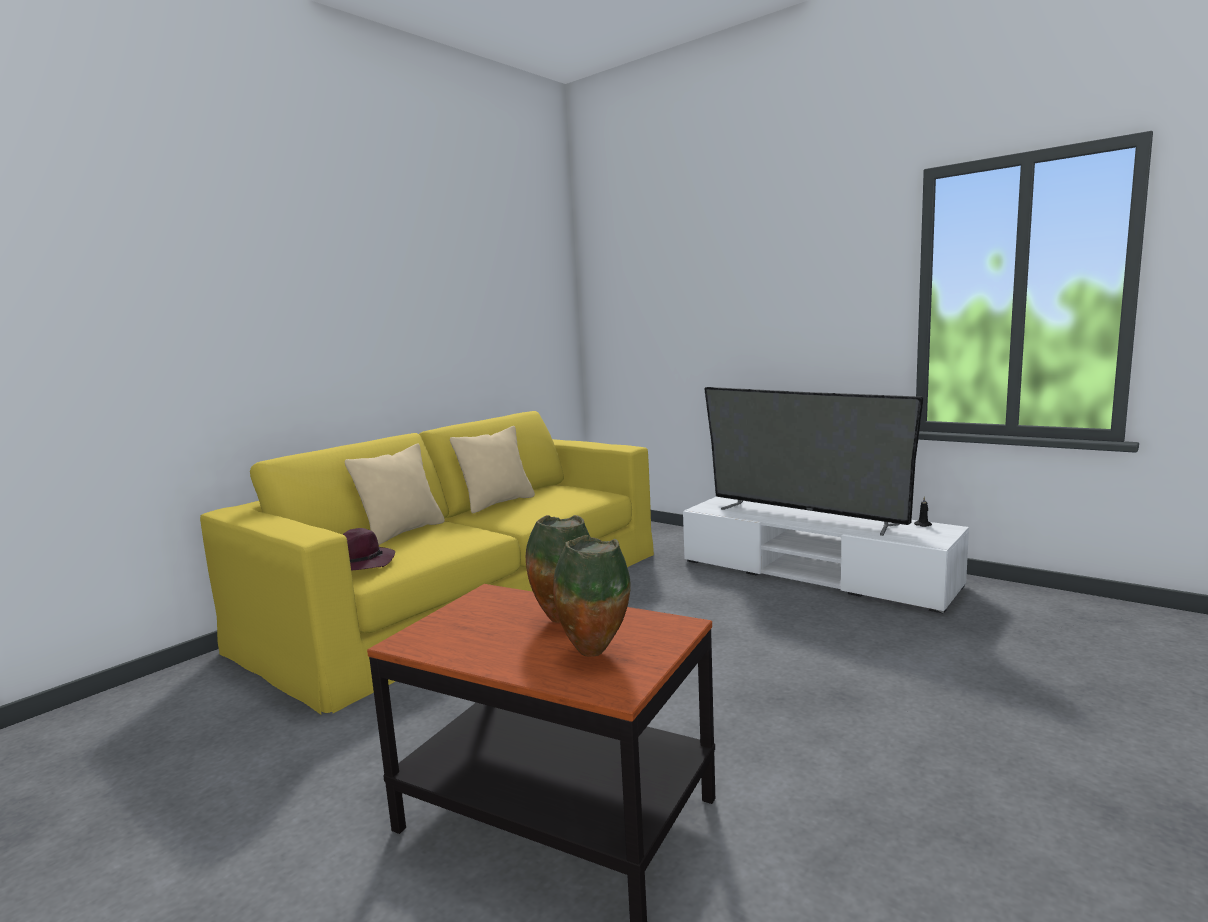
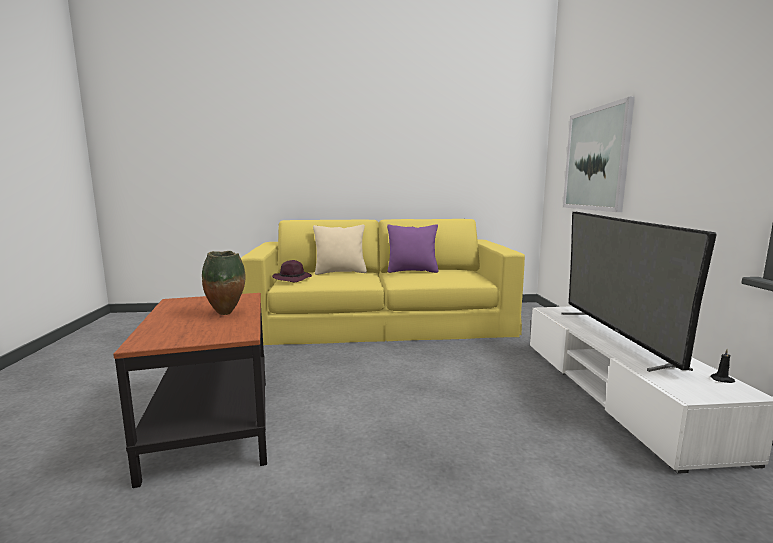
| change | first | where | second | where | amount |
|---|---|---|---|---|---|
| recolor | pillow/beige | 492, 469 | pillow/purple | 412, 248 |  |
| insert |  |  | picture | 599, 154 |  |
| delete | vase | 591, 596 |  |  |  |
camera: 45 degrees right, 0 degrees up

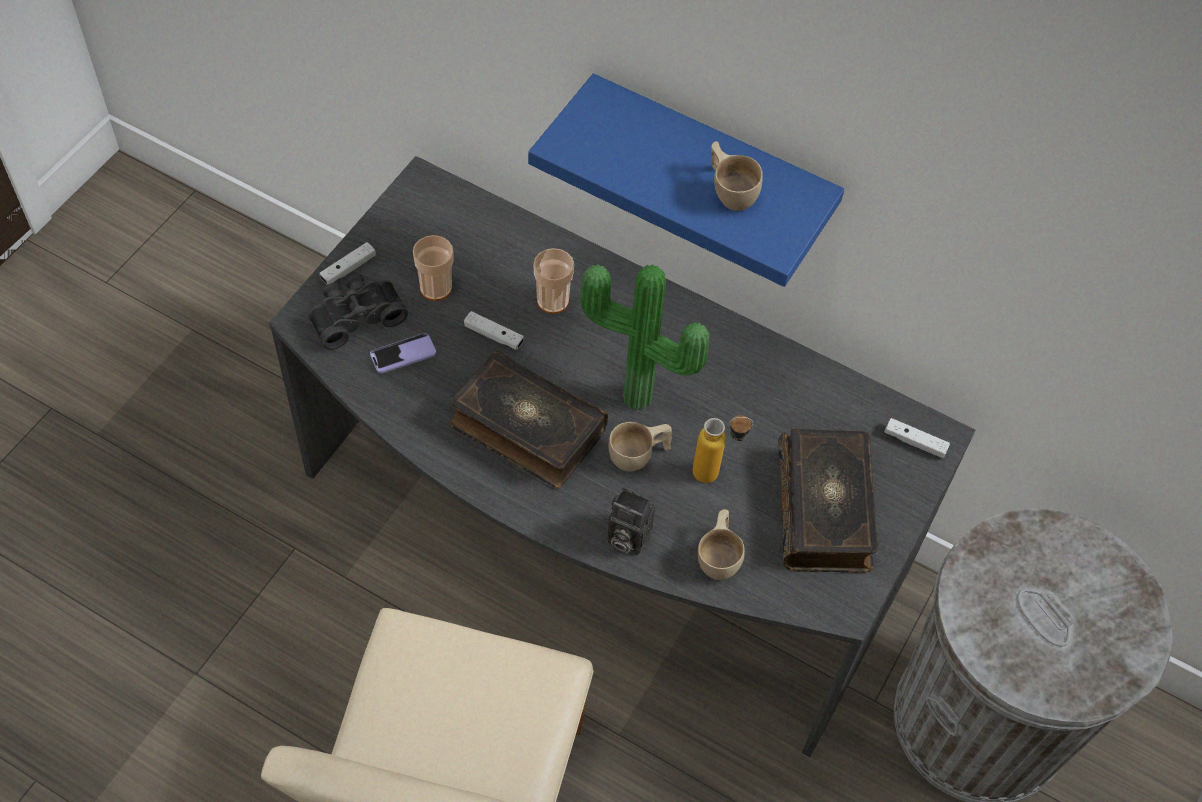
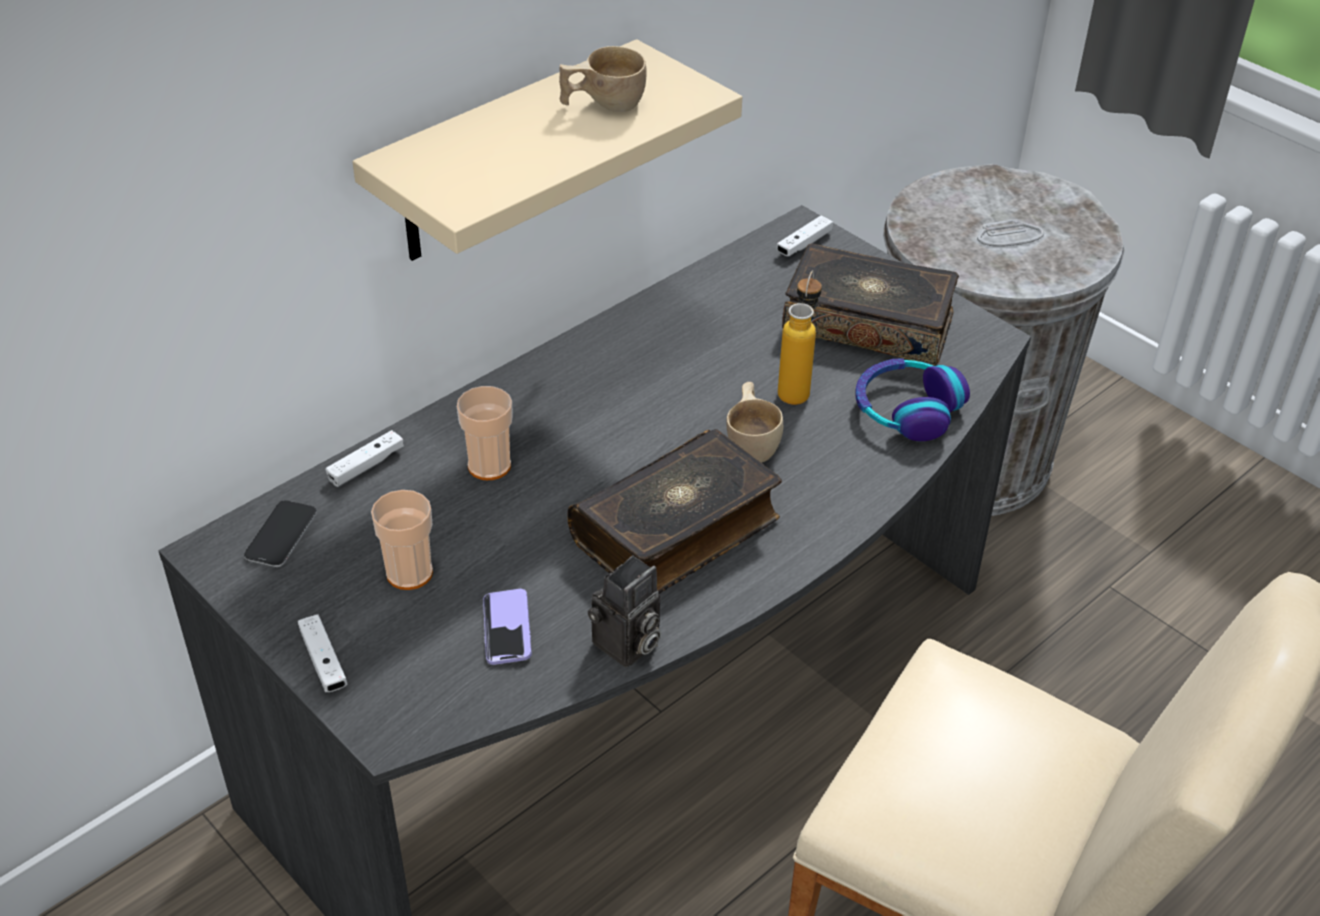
| change | first | where | second | where | amount |
|---|---|---|---|---|---|
| insert |  |  | phone | 280, 533 |  |
| move | game controller/white | 494, 330 |  | 365, 458 |  |
| recolor | shelf/blue | 686, 180 | shelf/beige | 547, 150 |  |
| move | photo camera | 631, 521 |  | 624, 611 |  |
| replace | cup/beige | 721, 544 | headphones | 912, 400 |  |
| delete | binoculars/black | 358, 312 |  |  |  |
| delete | potted plant | 644, 337 |  |  |  |
camera: 70 degrees left, 15 degrees down

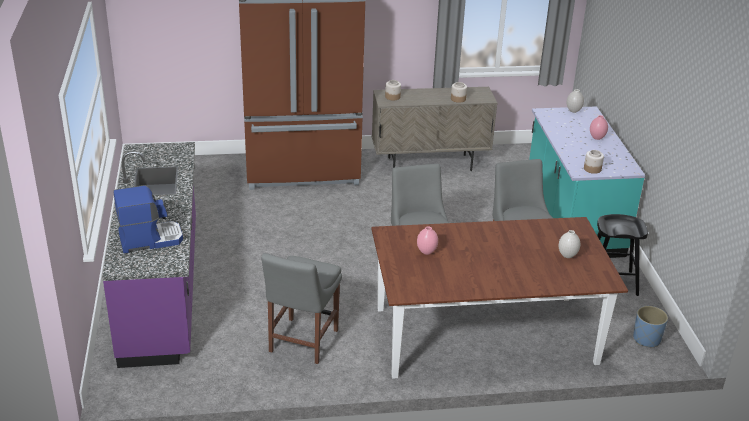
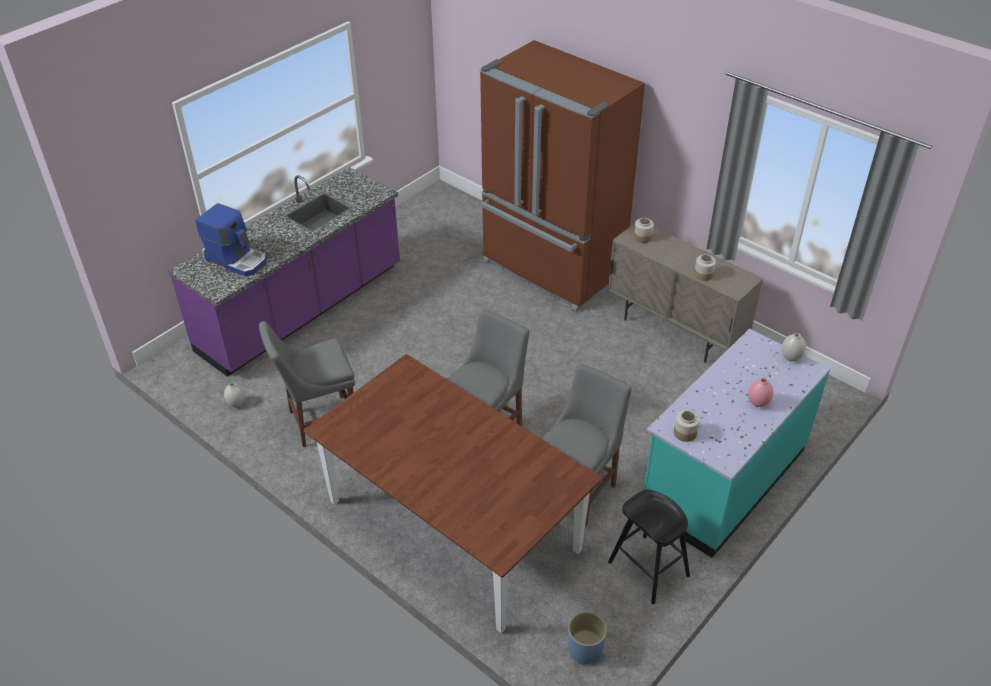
| change | first | where | second | where | amount |
|---|---|---|---|---|---|
| move | vase/white | 569, 244 |  | 234, 394 |  |
| delete | vase/pink | 427, 240 |  |  |  |
camera: 50 degrees right, 10 degrees up

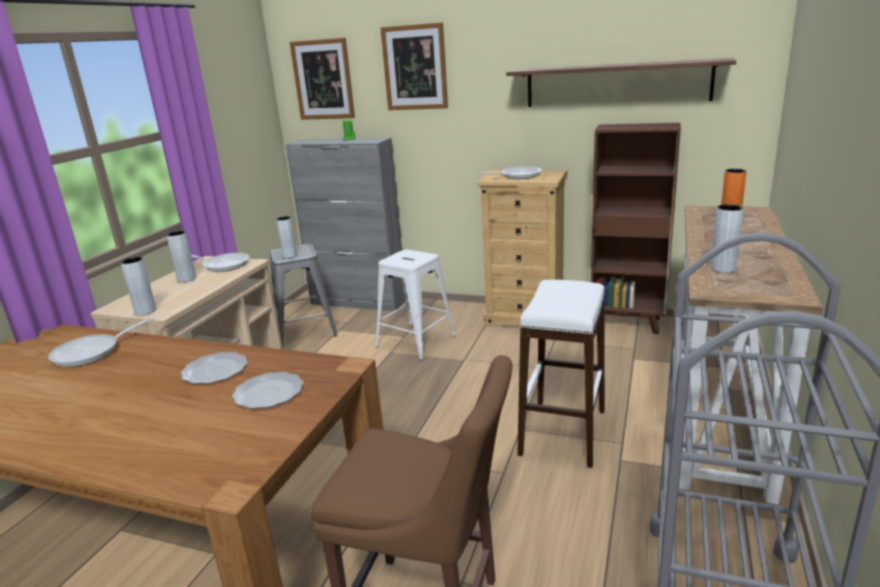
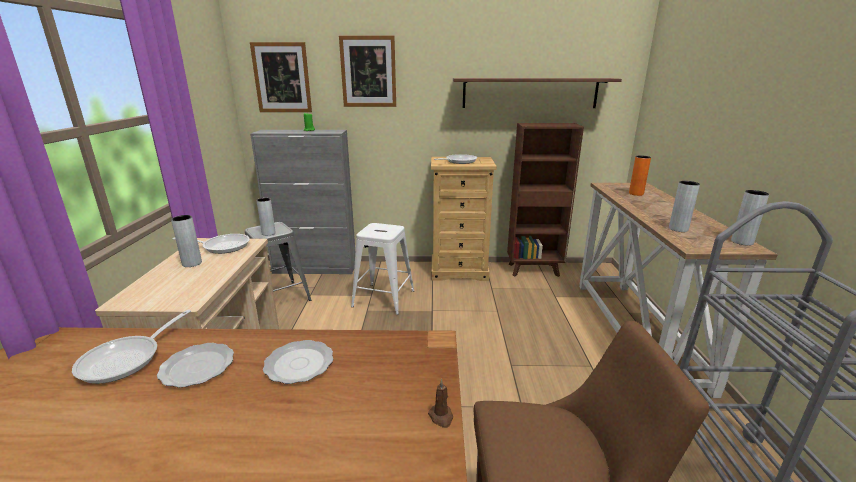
| change | first | where | second | where | amount |
|---|---|---|---|---|---|
| move | plate | 267, 390 |  | 195, 365 |  |
| insert |  |  | candle/brown | 440, 403 |  |
| move | vase/grey | 138, 286 |  | 750, 218 |  |
| delete | stool/white | 561, 374 |  |  |  |
camera: 20 degrees left, 0 degrees up

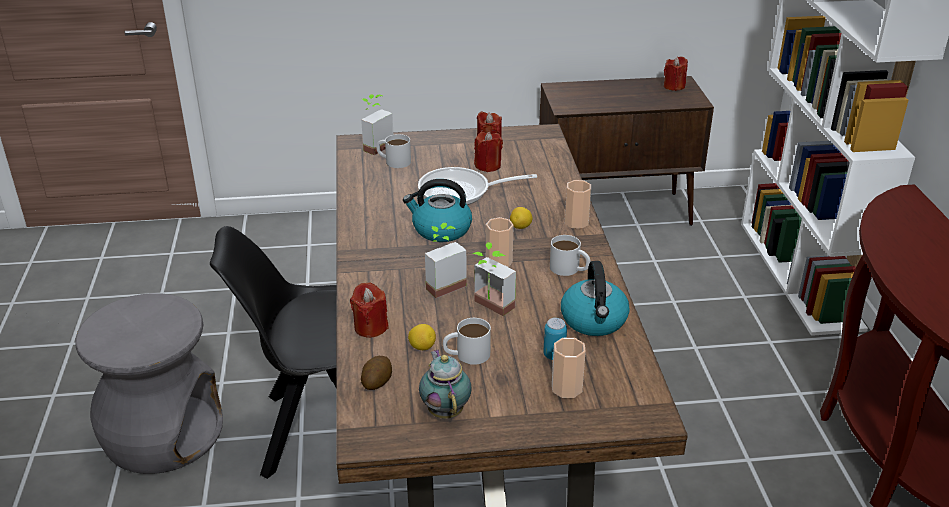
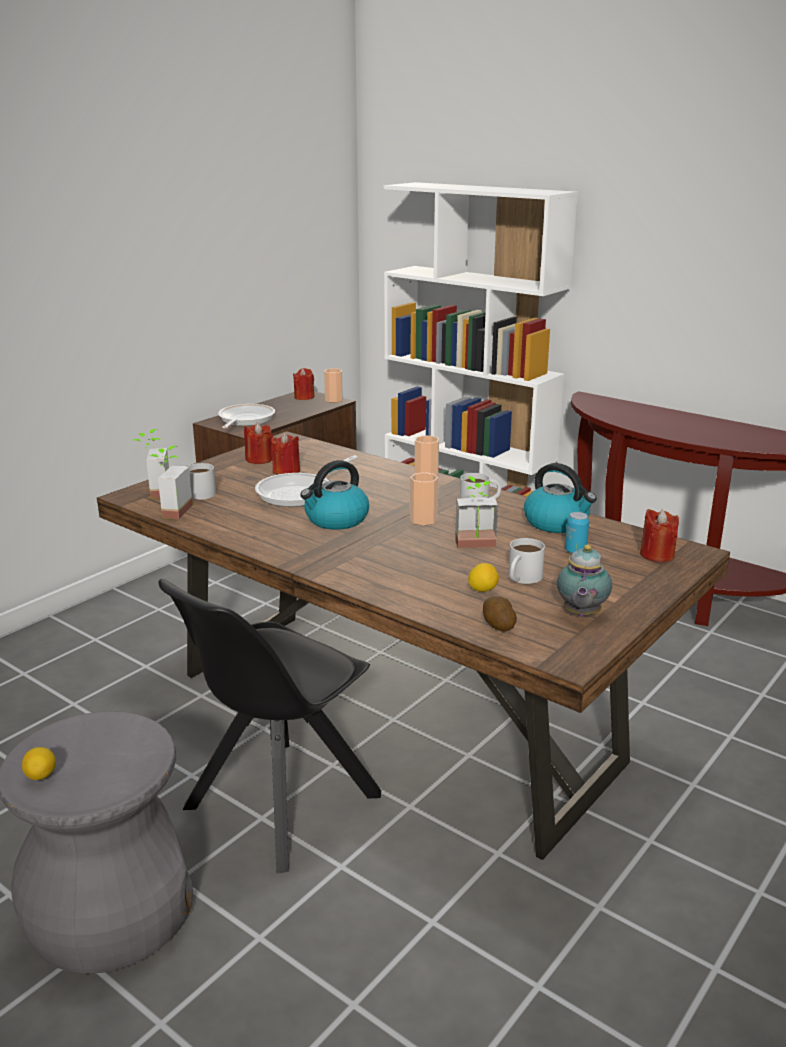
| change | first | where | second | where | amount |
|---|---|---|---|---|---|
| move | lemon | 521, 218 |  | 39, 763 |  |
| move | potted plant | 446, 260 |  | 171, 482 |  |
| insert |  |  | frying pan | 246, 416 |  |
| move | cup | 569, 368 |  | 333, 386 |  |
| rotate | teapot | 445, 383 |  | 584, 581 | 105 degrees counterclockwise |
| move | candle/red | 369, 310 |  | 659, 535 |  |
camera: 45 degrees left, 10 degrees down

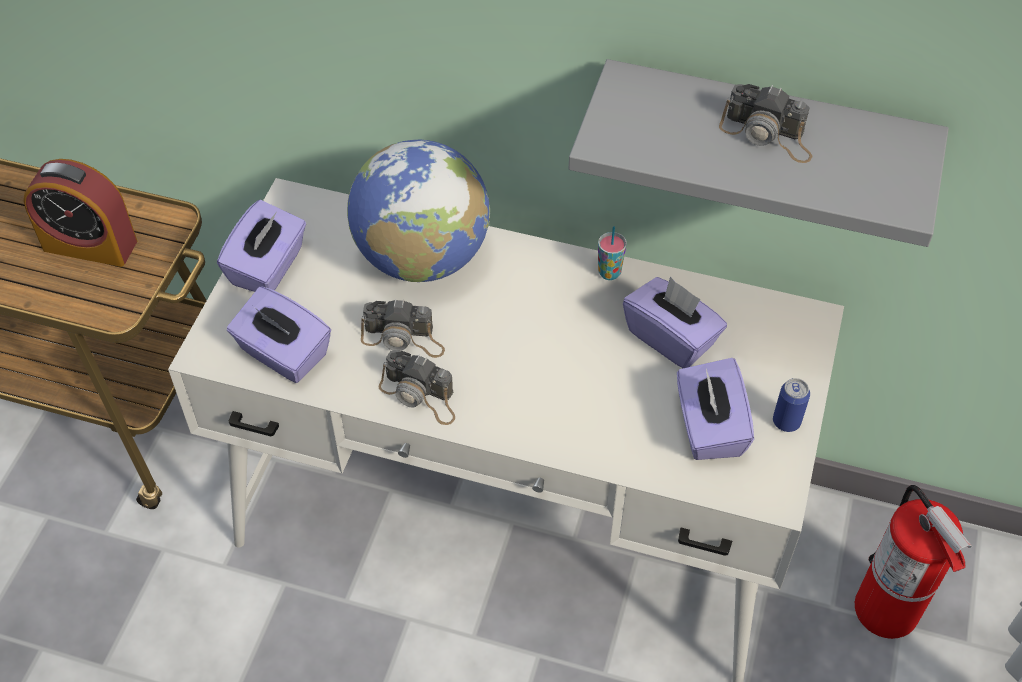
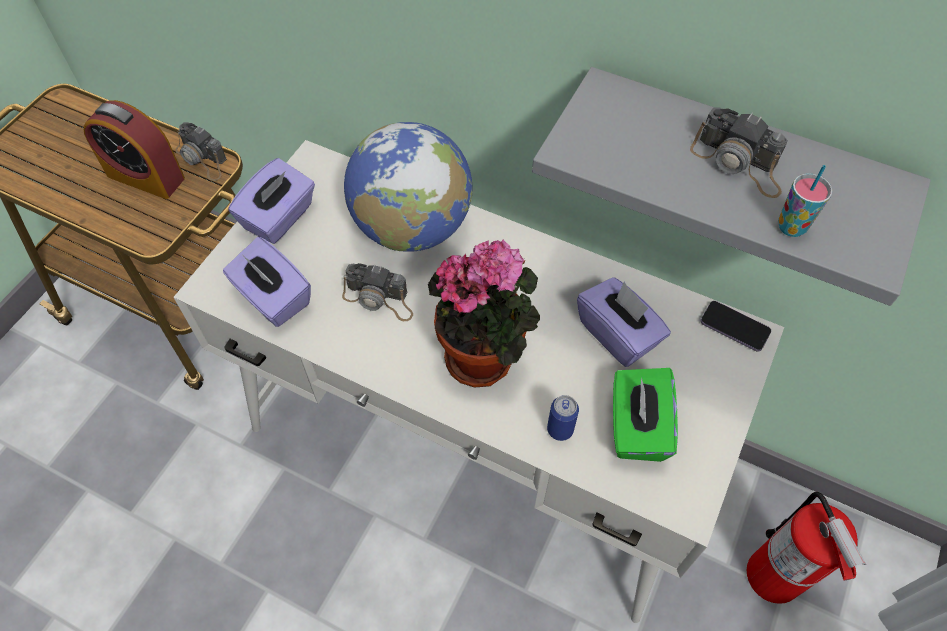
| change | first | where | second | where | amount |
|---|---|---|---|---|---|
| move | photo camera | 417, 387 |  | 201, 151 |  |
| insert |  |  | potted plant | 484, 313 |  |
| move | can | 791, 405 |  | 563, 418 |  |
| recolor | tissue box/purple | 715, 409 | tissue box/green | 645, 415 |  |
| insert |  |  | phone | 736, 326 |  |
| move | cup | 612, 253 |  | 805, 201 |  |
camera: 10 degrees right, 5 degrees up

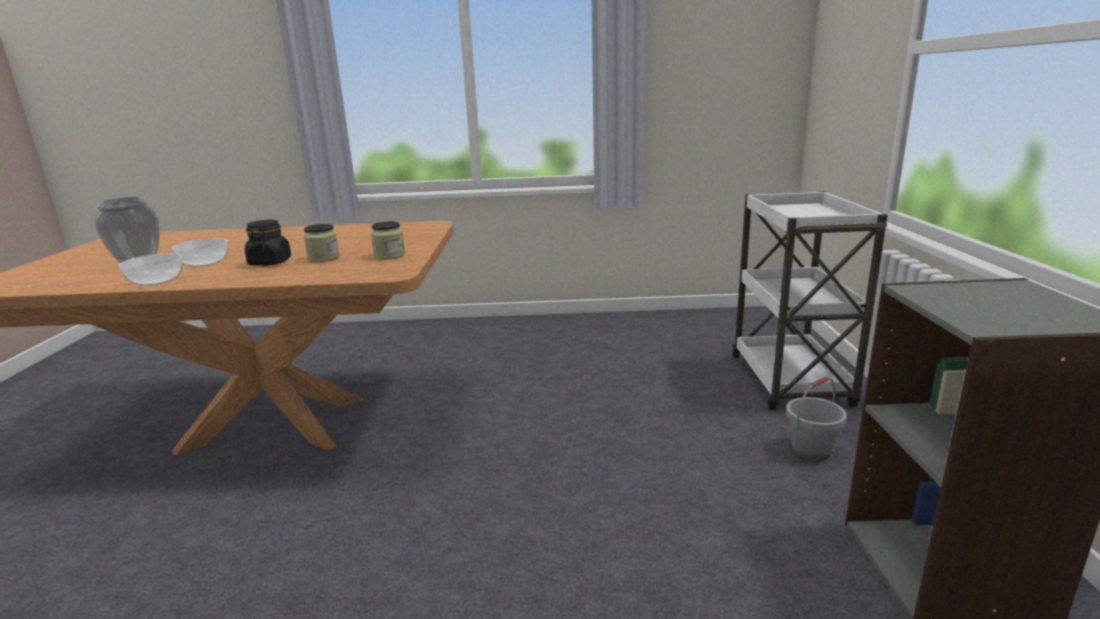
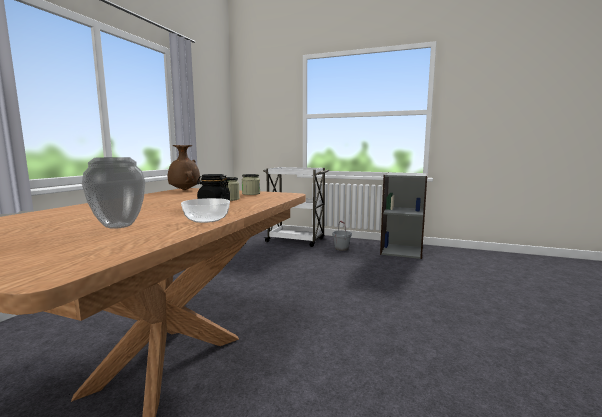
| change | first | where | second | where | amount |
|---|---|---|---|---|---|
| insert |  |  | vase/brown | 184, 167 |  |
| delete | bowl | 200, 252 |  |  |  |
camera: 70 degrees left, 10 degrees down

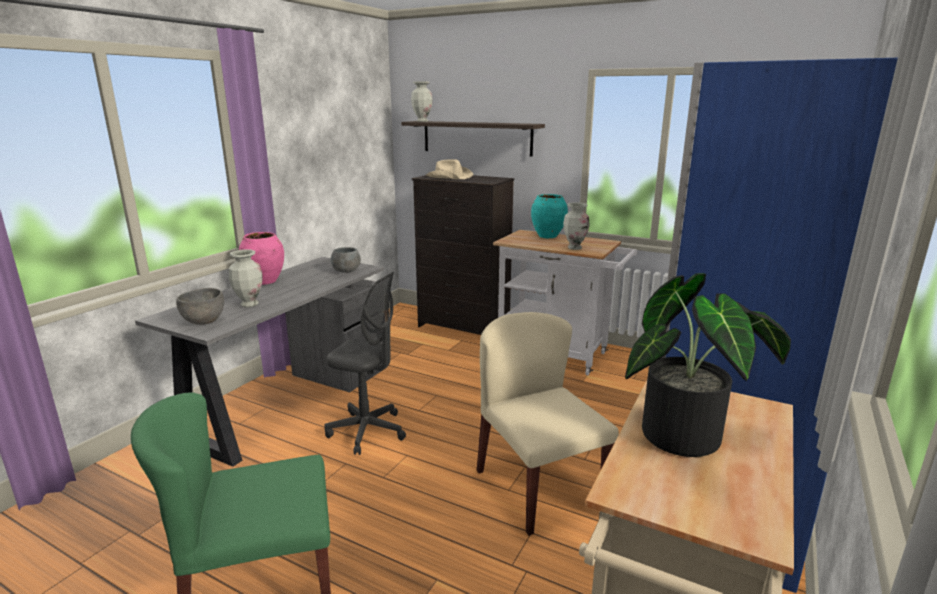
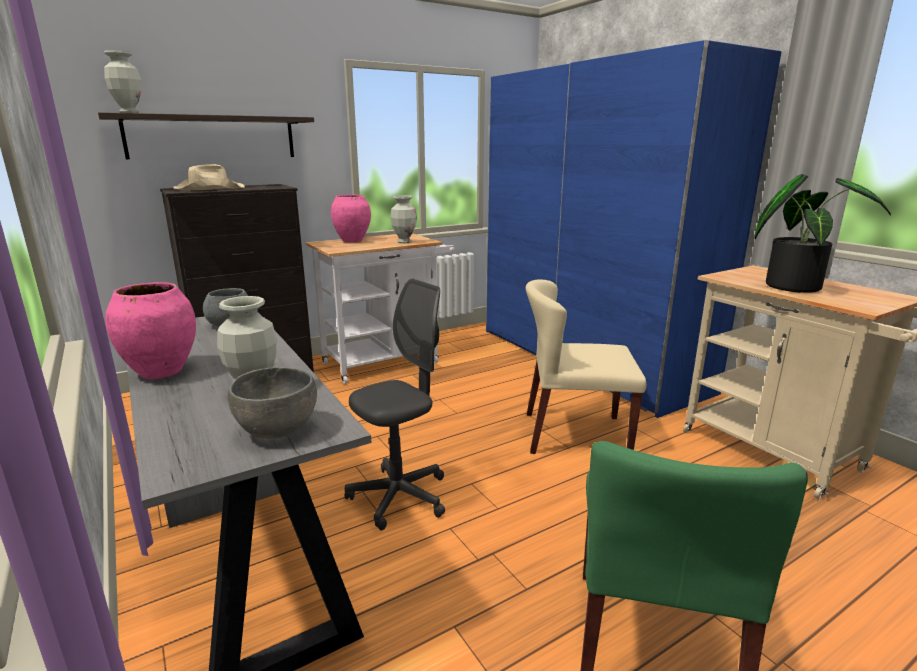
| change | first | where | second | where | amount |
|---|---|---|---|---|---|
| recolor | vase/turquoise | 549, 216 | vase/pink | 351, 218 |  |
camera: 60 degrees left, 0 degrees up

